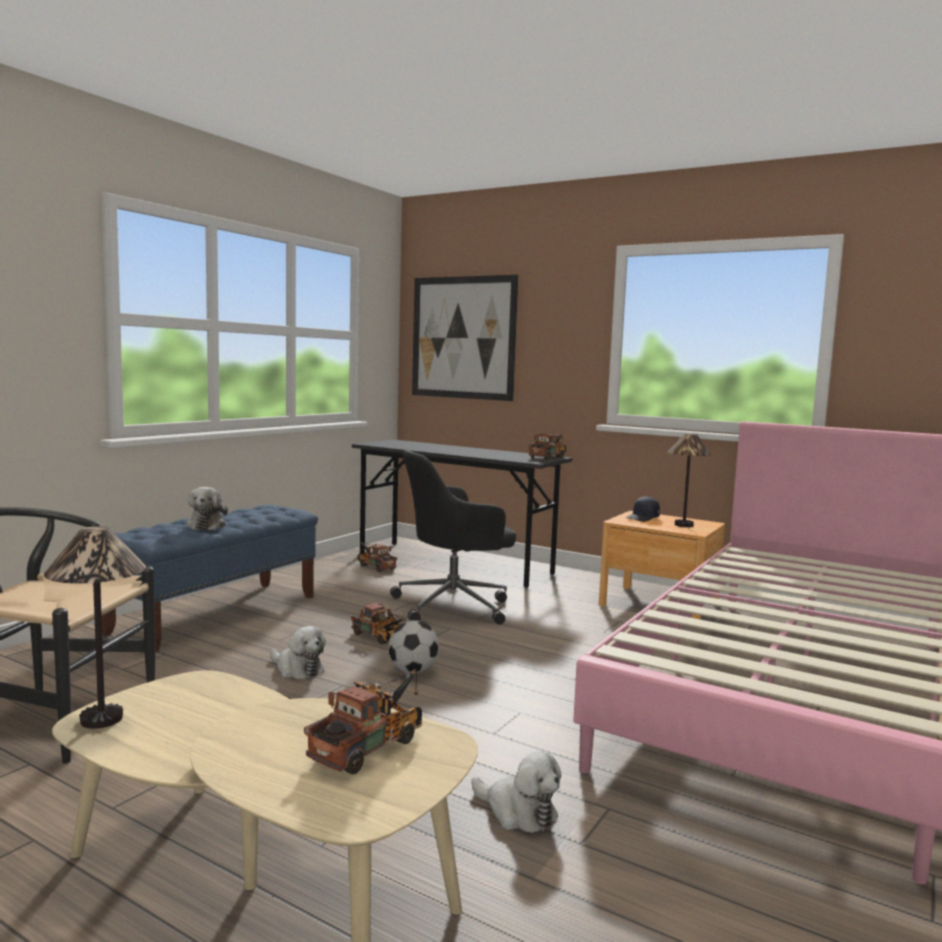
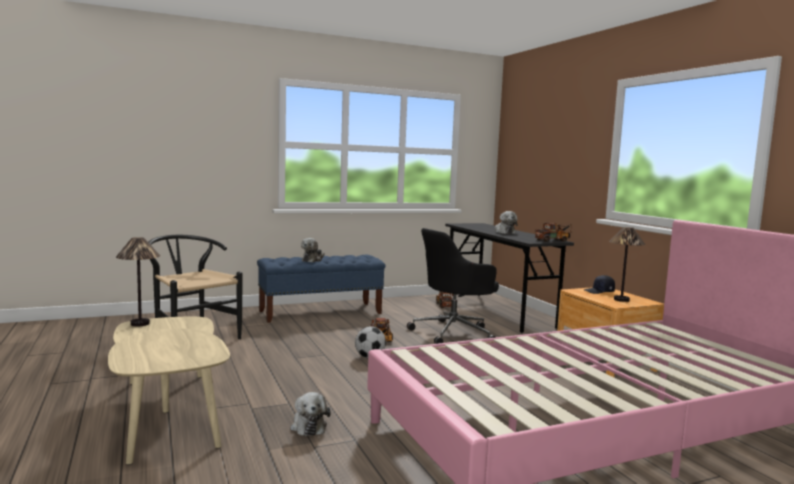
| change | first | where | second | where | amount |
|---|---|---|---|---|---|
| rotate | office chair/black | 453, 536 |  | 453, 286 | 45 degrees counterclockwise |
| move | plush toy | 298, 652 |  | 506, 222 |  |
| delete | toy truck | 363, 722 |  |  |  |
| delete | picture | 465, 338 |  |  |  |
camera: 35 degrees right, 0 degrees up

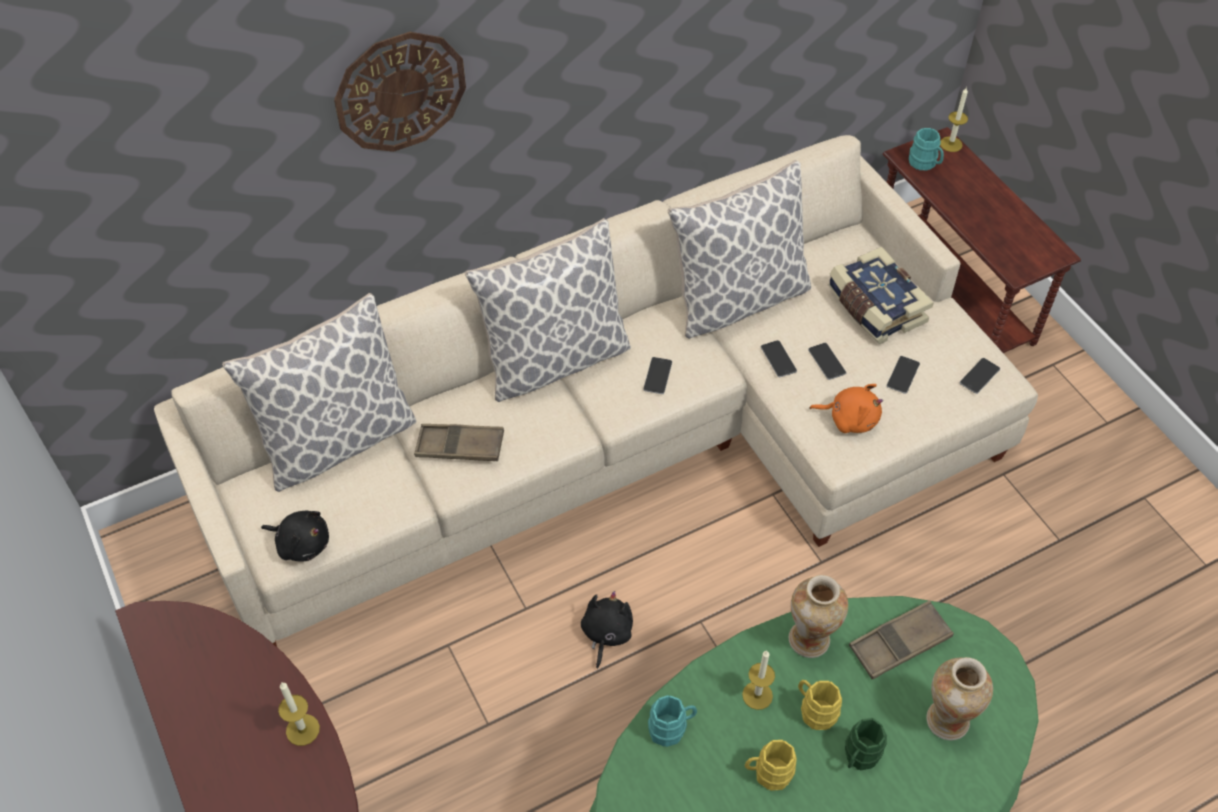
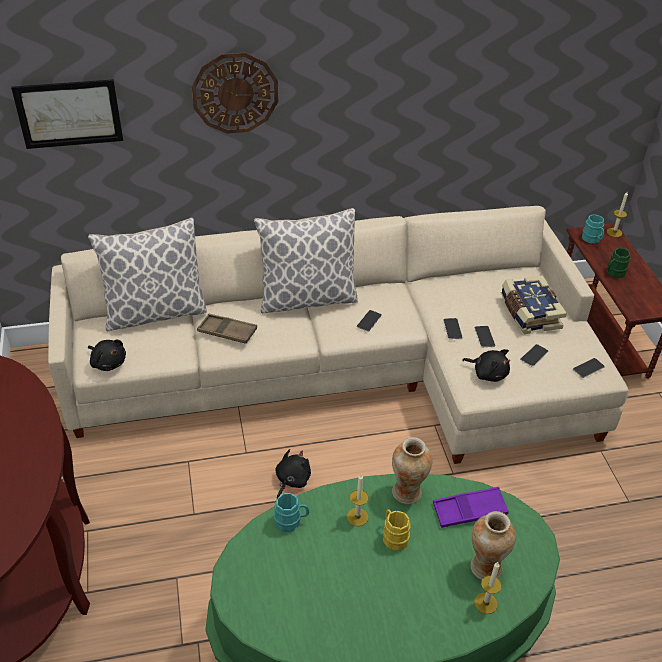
| change | first | where | second | where | amount |
|---|---|---|---|---|---|
| insert |  |  | picture | 67, 114 |  |
| recolor | tray/brown | 901, 639 | tray/purple | 471, 507 |  |
| recolor | plush toy/orange | 846, 408 | plush toy/black | 486, 365 |  |
| move | candle | 299, 714 |  | 488, 588 |  |
| move | mug/green | 866, 744 |  | 619, 263 |  |
| delete | pillow | 739, 249 |  |  |  |
| delete | mug/yellow | 771, 765 |  |  |  |
camera: 15 degrees right, 10 degrees down

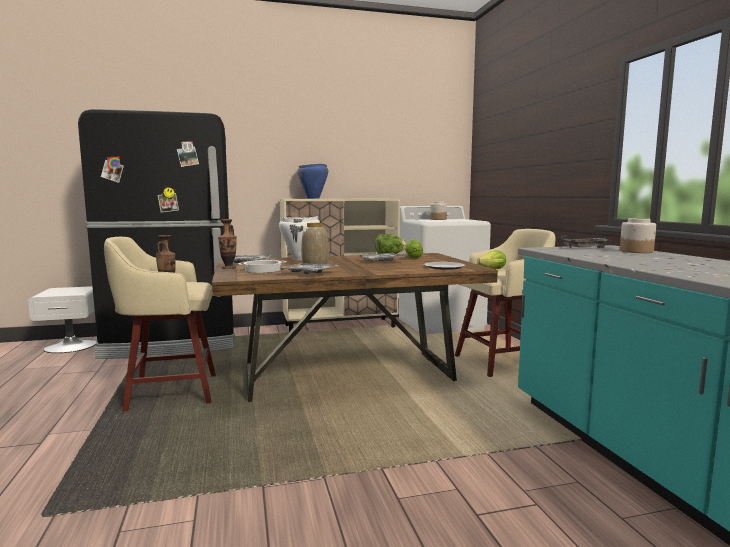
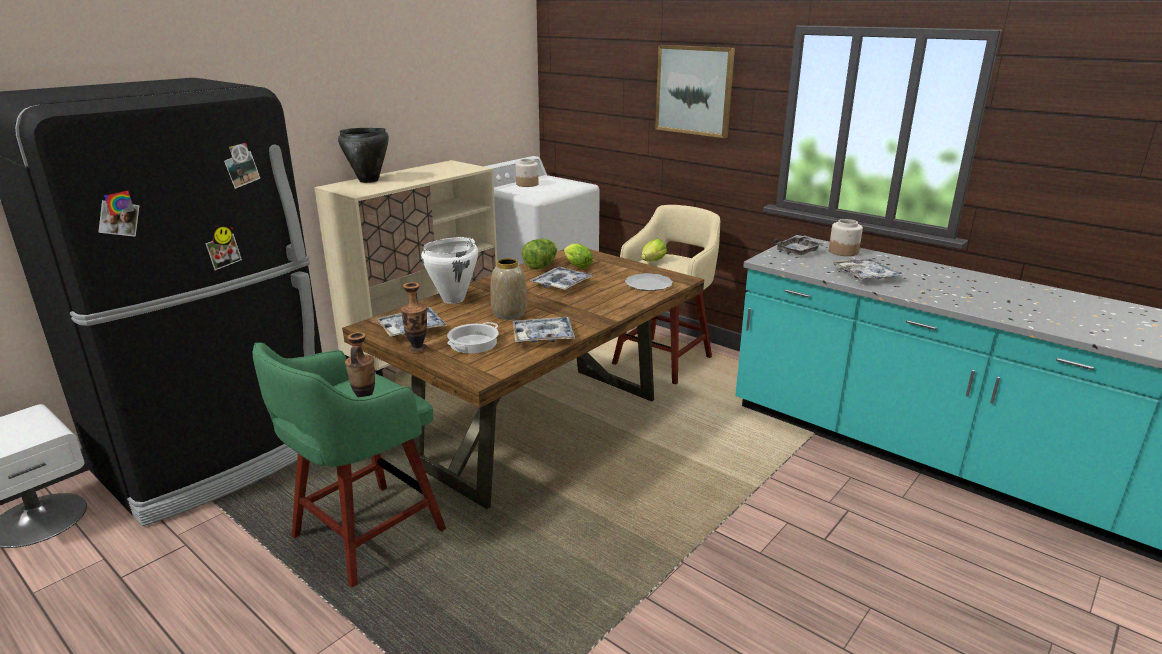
| change | first | where | second | where | amount |
|---|---|---|---|---|---|
| recolor | stool/beige | 160, 324 | stool/green | 349, 465 |  |
| recolor | cooking pot/blue | 312, 181 | cooking pot/black | 363, 155 |  |
| insert |  |  | picture | 695, 91 |  |
| insert |  |  | tray | 868, 269 |  |
camera: 35 degrees left, 15 degrees up

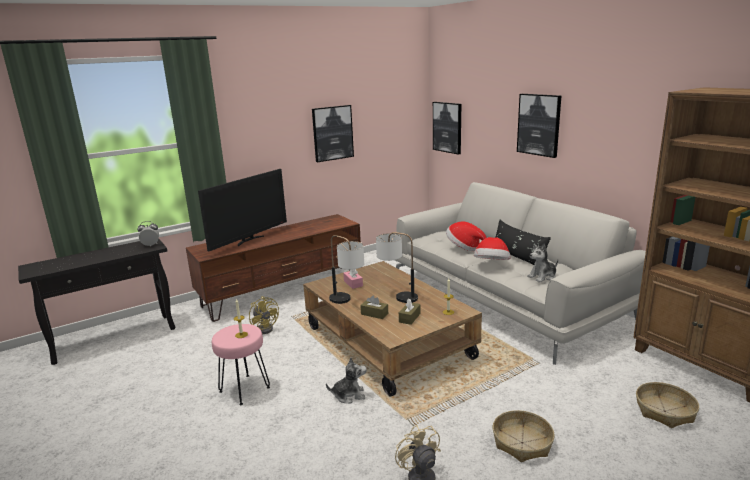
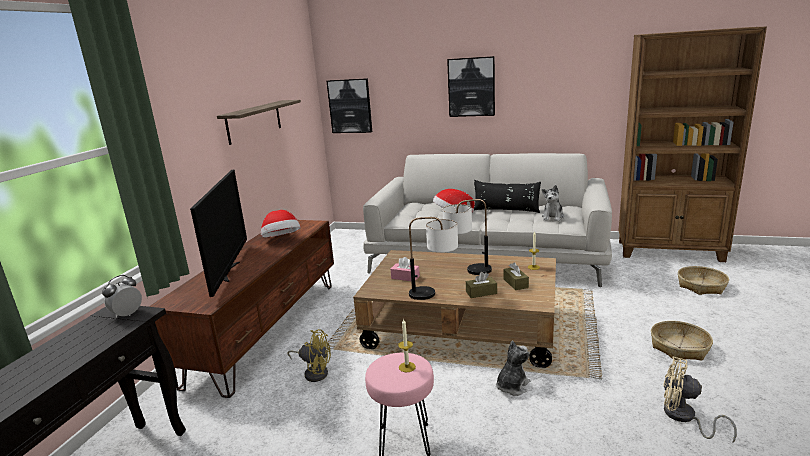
| change | first | where | second | where | amount |
|---|---|---|---|---|---|
| replace | picture | 333, 133 | shelf | 259, 122 |  |
| move | hat | 492, 248 |  | 281, 223 |  |
camera: 40 degrees left, 0 degrees up

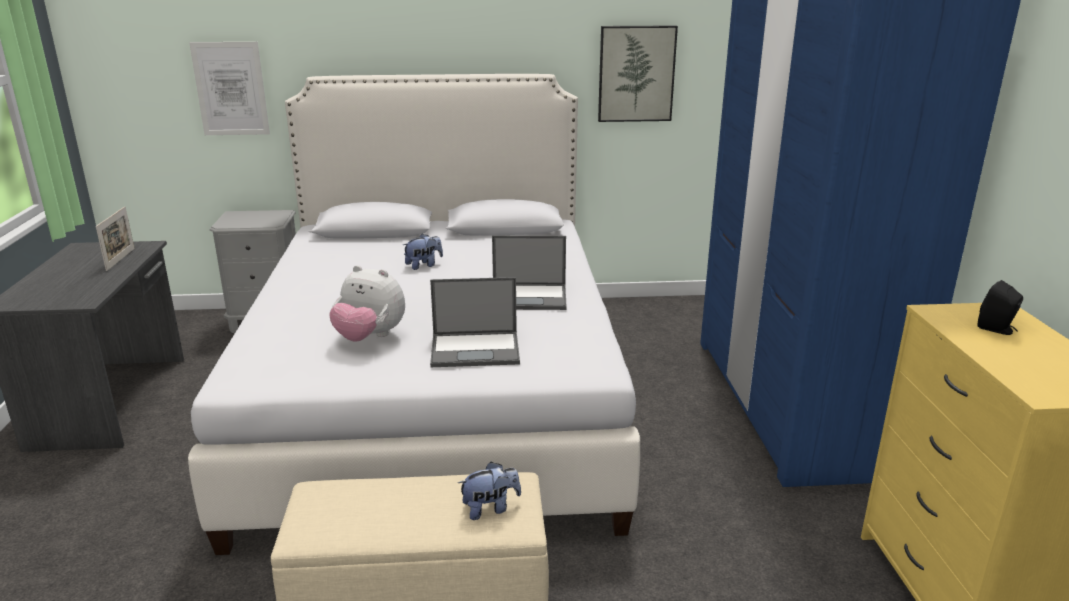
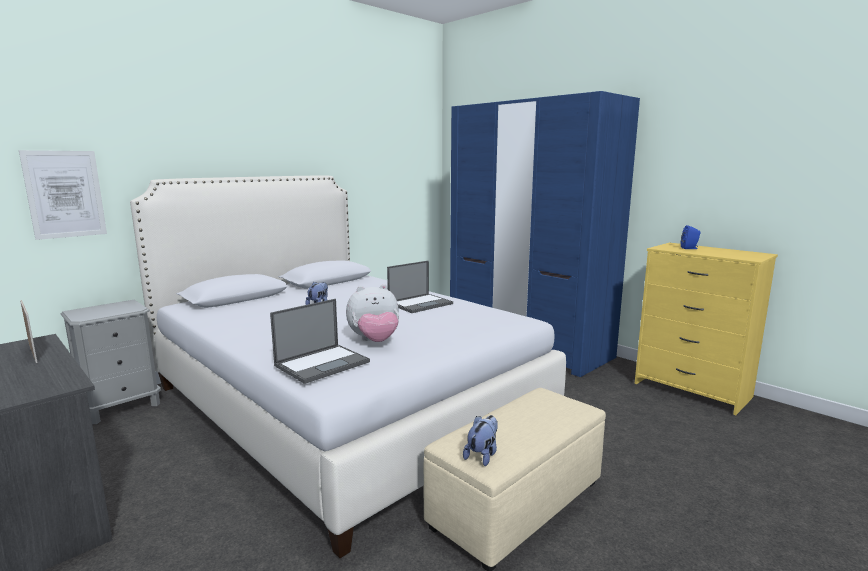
| change | first | where | second | where | amount |
|---|---|---|---|---|---|
| move | laptop | 475, 322 |  | 320, 341 |  |
| move | plush toy | 489, 491 |  | 480, 440 |  |
| recolor | speaker/black | 1000, 307 | speaker/blue | 690, 237 |  |
| delete | picture | 638, 73 |  |  |  |
camera: 40 degrees left, 10 degrees down

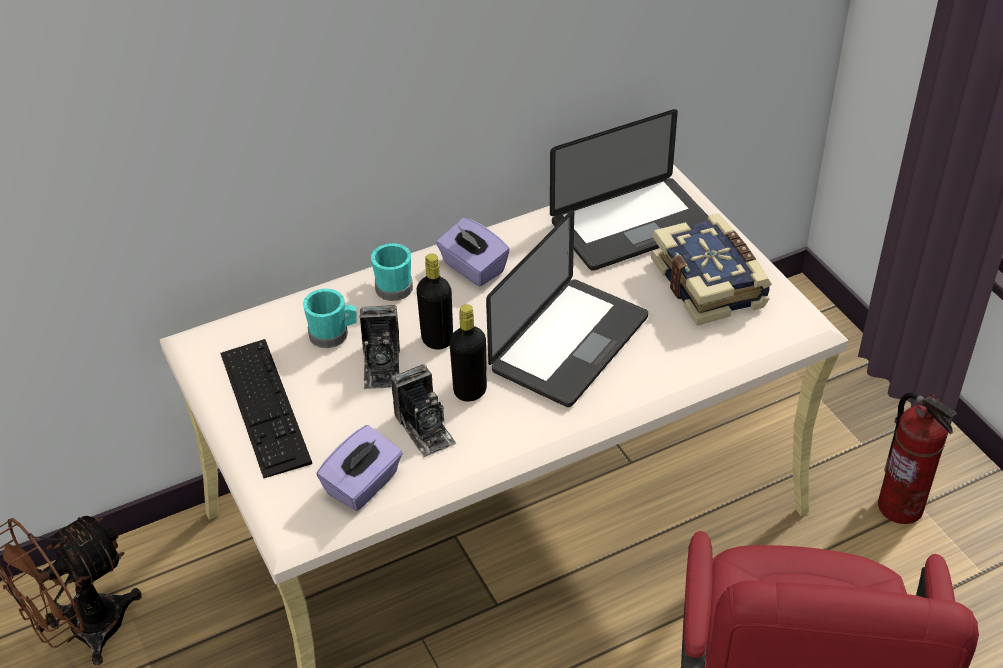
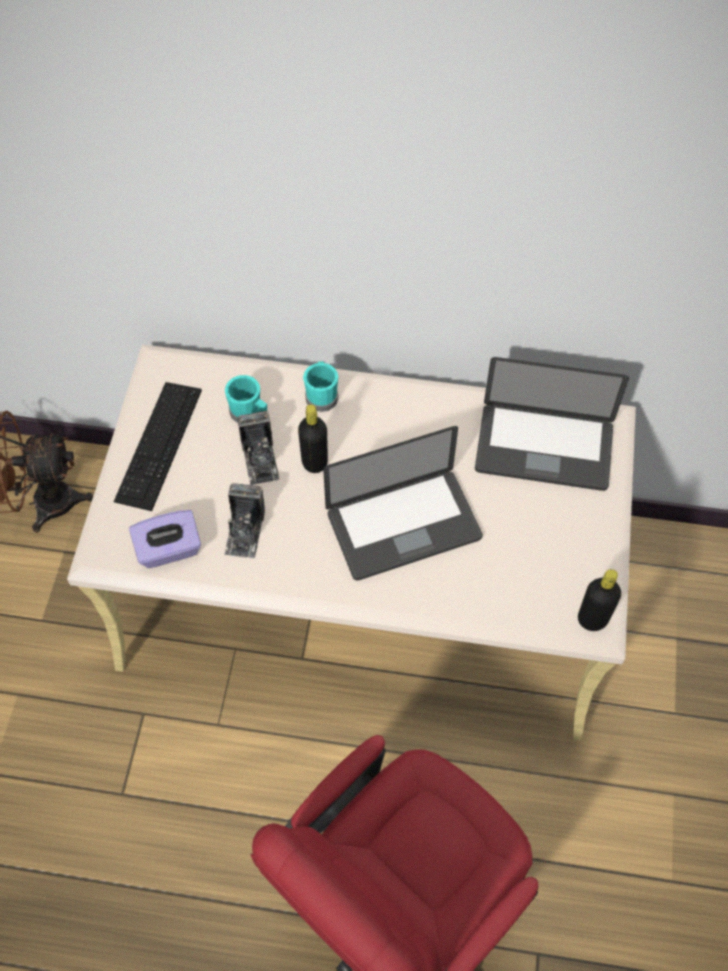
| change | first | where | second | where | amount |
|---|---|---|---|---|---|
| rotate | photo camera | 380, 347 |  | 258, 448 | 45 degrees counterclockwise |
| move | bottle/black | 468, 353 |  | 599, 600 |  |
| delete | tissue box/purple | 473, 252 |  |  |  |
| delete | book | 711, 269 |  |  |  |
| delete | fire extinguisher | 917, 458 |  |  |  |
camera: 35 degrees right, 15 degrees up

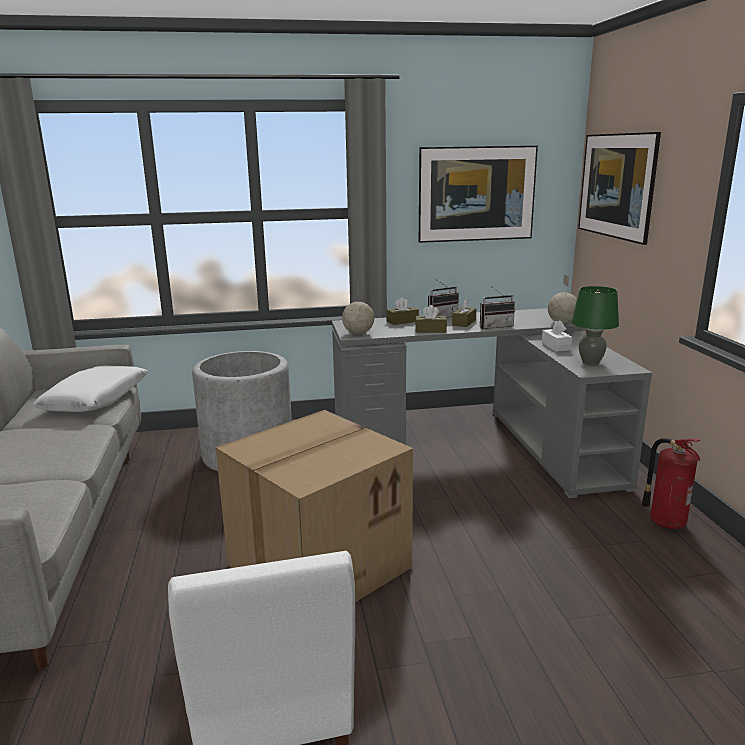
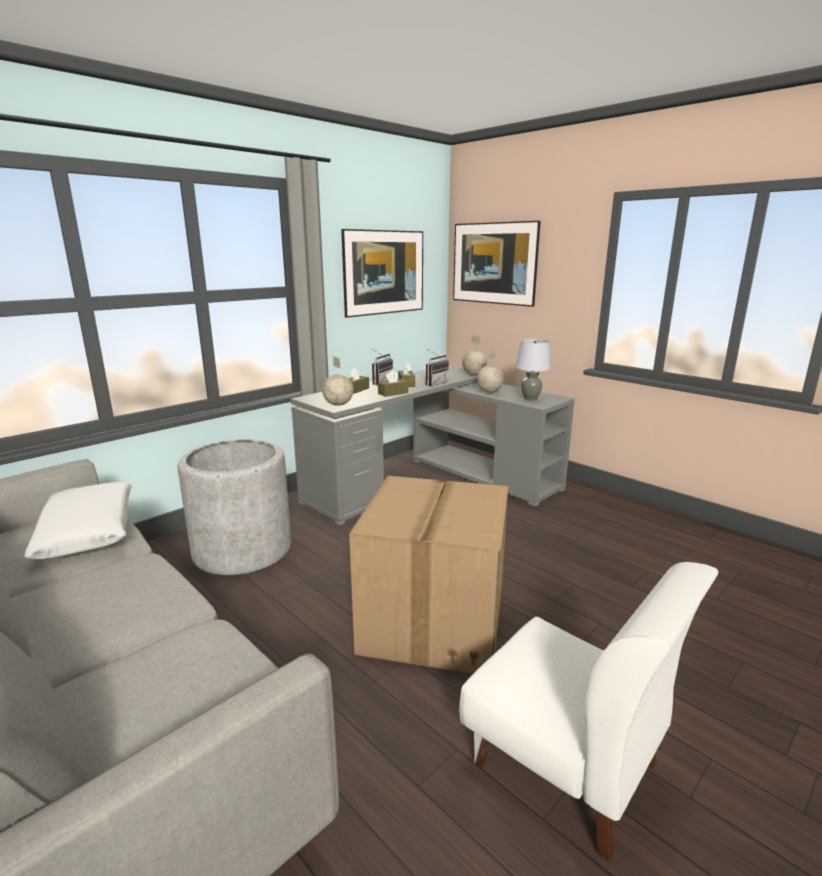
| change | first | where | second | where | amount |
|---|---|---|---|---|---|
| replace | tissue box/white | 557, 336 | globe | 490, 371 |  |
| recolor | table lamp/green | 595, 325 | table lamp/grey | 533, 369 |  |
| delete | fire extinguisher | 671, 483 |  |  |  |
camera: 35 degrees left, 0 degrees up

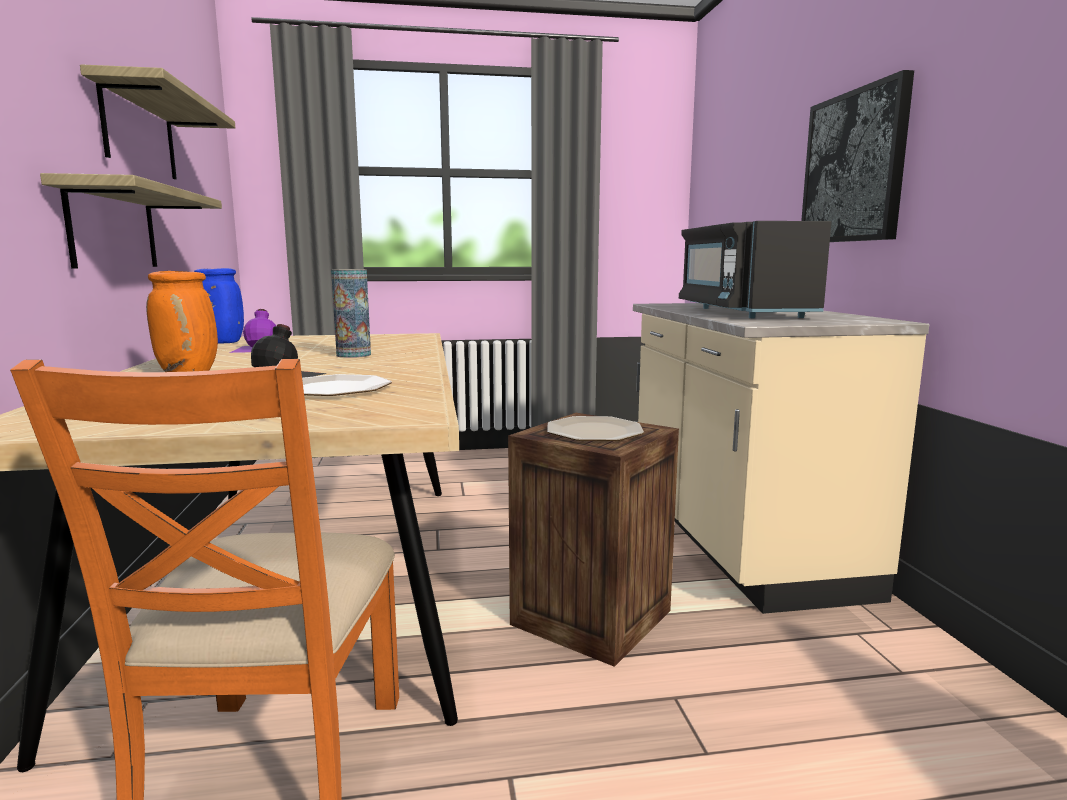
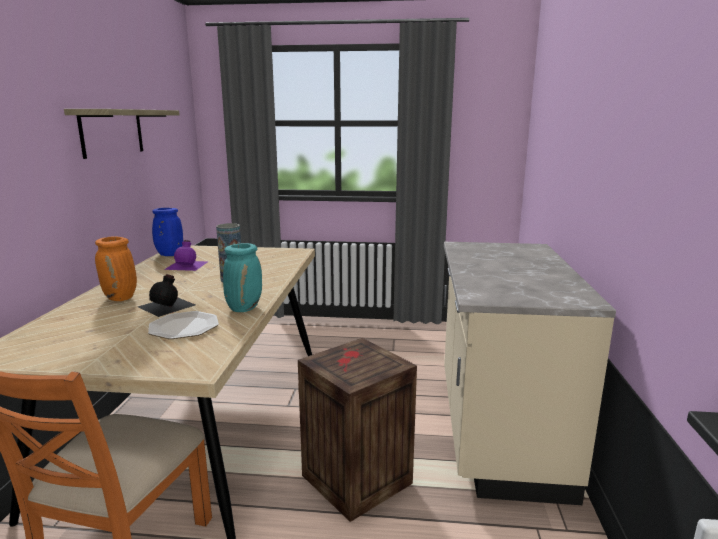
| change | first | where | second | where | amount |
|---|---|---|---|---|---|
| insert |  |  | vase/turquoise | 242, 277 |  |
| delete | shelf | 131, 221 |  |  |  |
| delete | plate | 595, 428 |  |  |  |
| delete | microwave/black | 755, 269 |  |  |  |
| delete | picture | 857, 156 |  |  |  |
camera: 15 degrees right, 5 degrees up

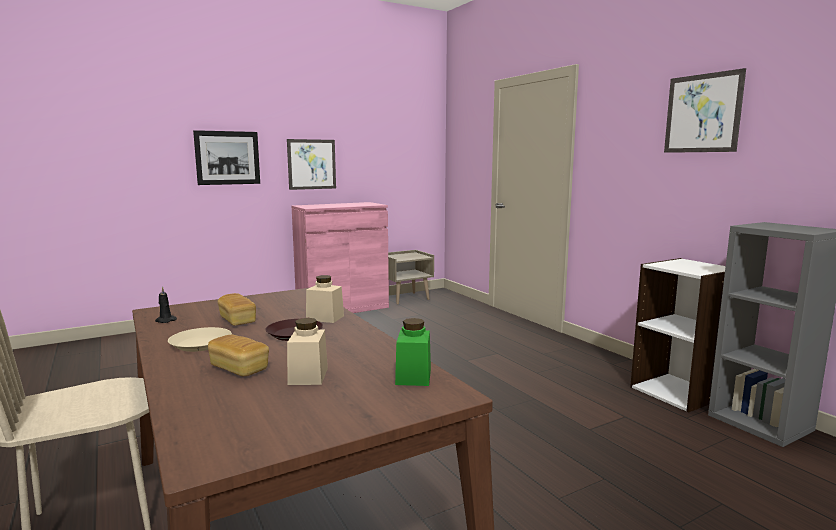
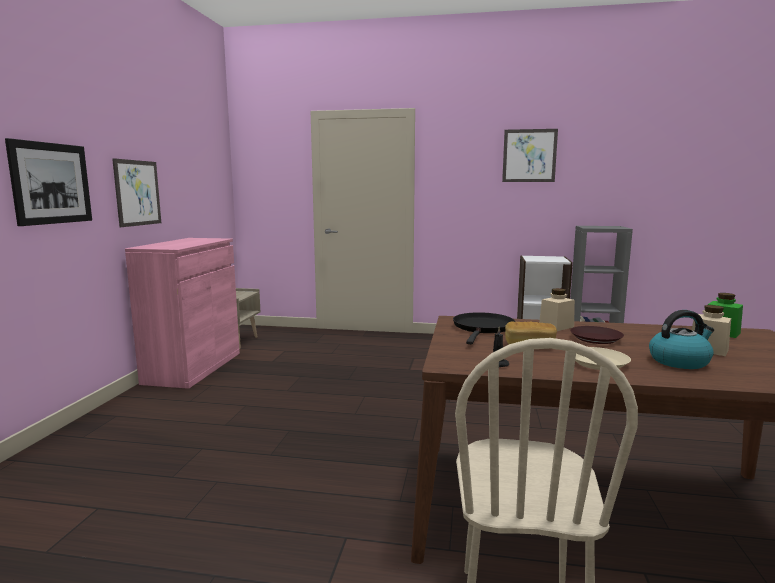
| change | first | where | second | where | amount |
|---|---|---|---|---|---|
| insert |  |  | frying pan/black | 484, 328 |  |
| replace | bread | 238, 355 | kettle | 681, 339 |  |
camera: 50 degrees left, 0 degrees up

